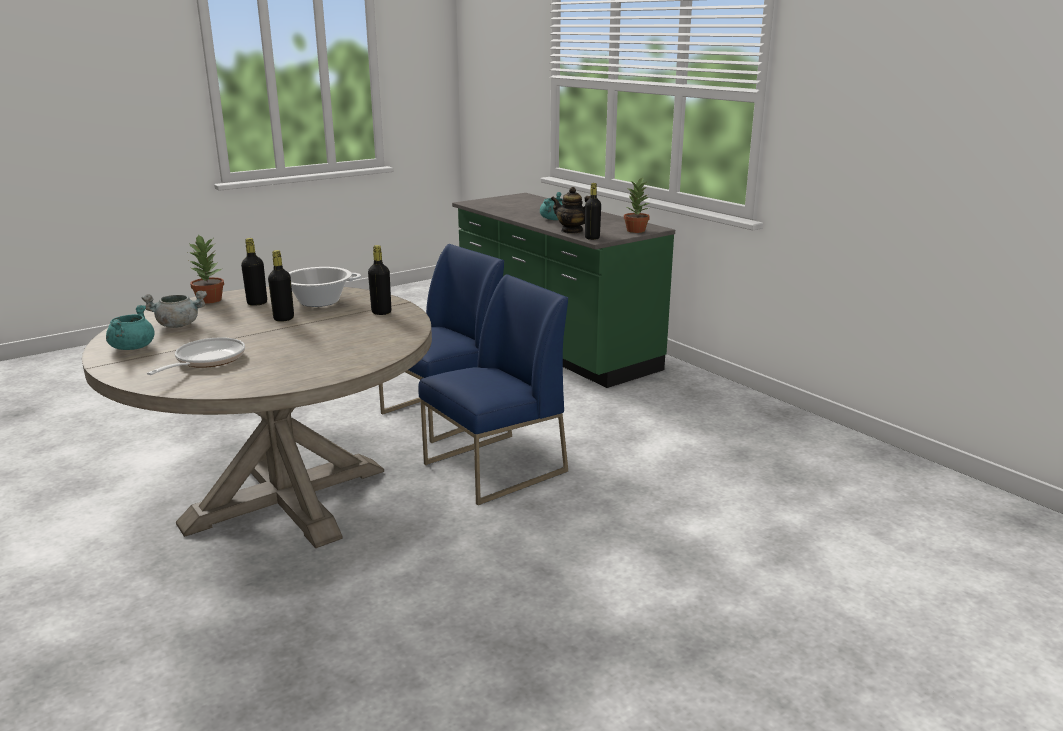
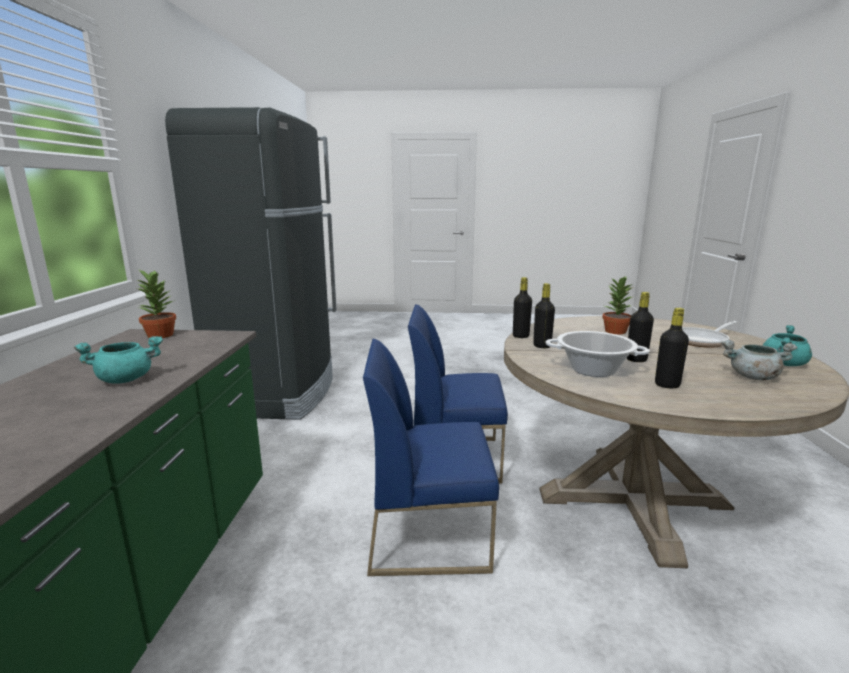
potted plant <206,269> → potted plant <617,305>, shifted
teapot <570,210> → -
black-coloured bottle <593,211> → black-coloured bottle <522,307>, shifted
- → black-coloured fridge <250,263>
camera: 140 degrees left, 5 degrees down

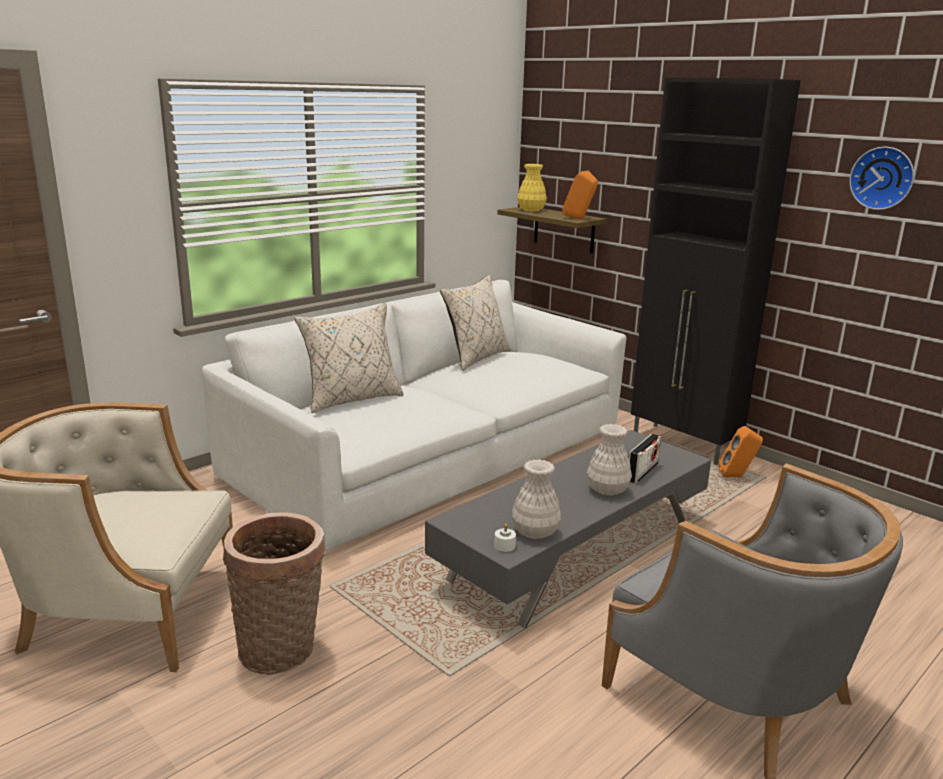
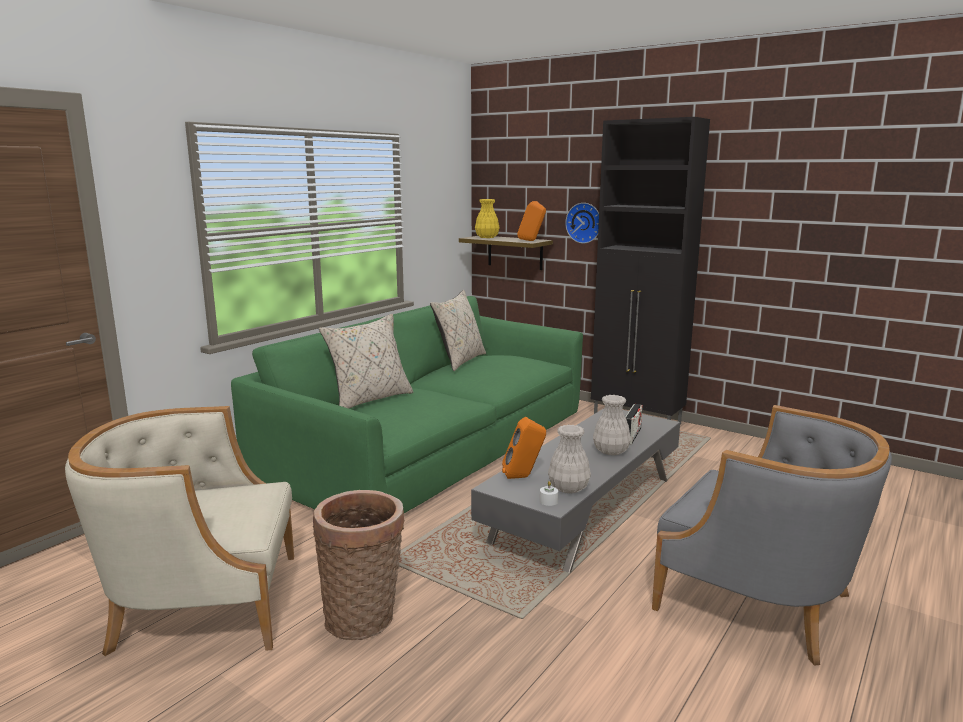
white couch <414,415> → green-coloured couch <407,404>
orange-coloured loudspeaker <741,451> → orange-coloured loudspeaker <524,448>, shifted
wall clock <881,178> → wall clock <582,223>, shifted
camera: 10 degrees left, 5 degrees down

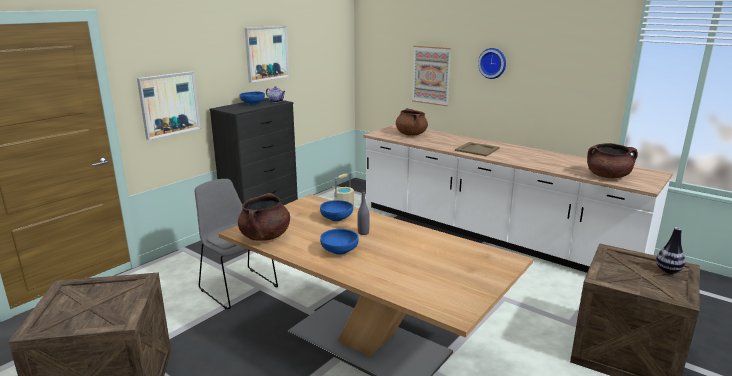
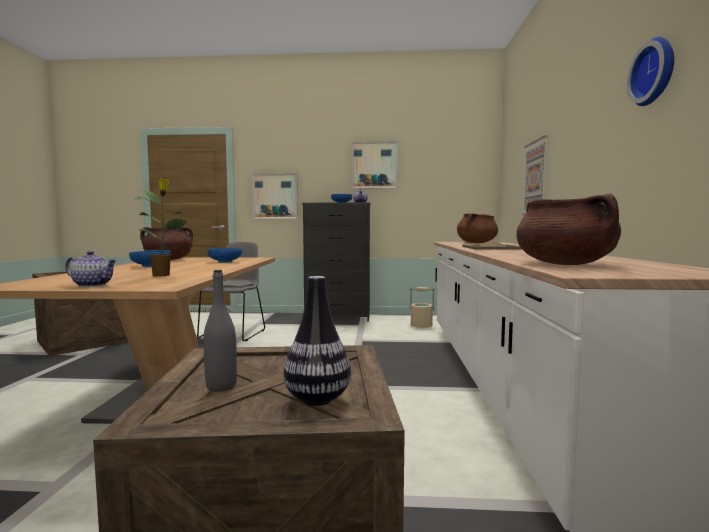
greyish bottle <363,212> → greyish bottle <220,331>, shifted
wall clock <492,63> → wall clock <650,71>, shifted
- → teapot <91,269>
- → potted plant <161,227>
camera: 55 degrees right, 15 degrees down

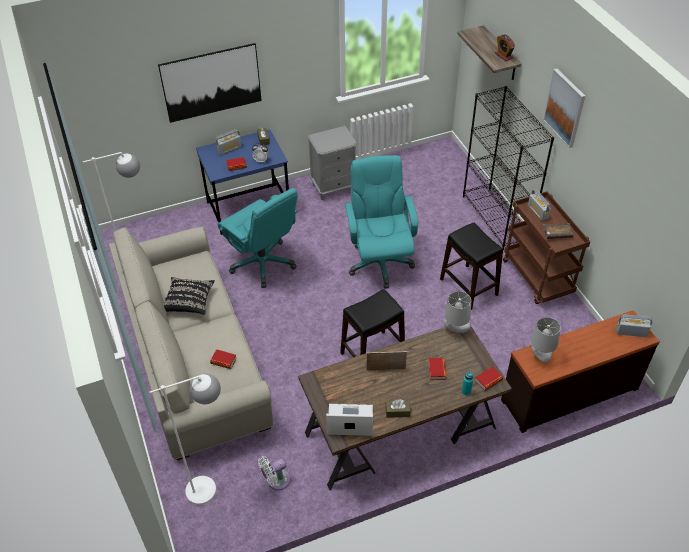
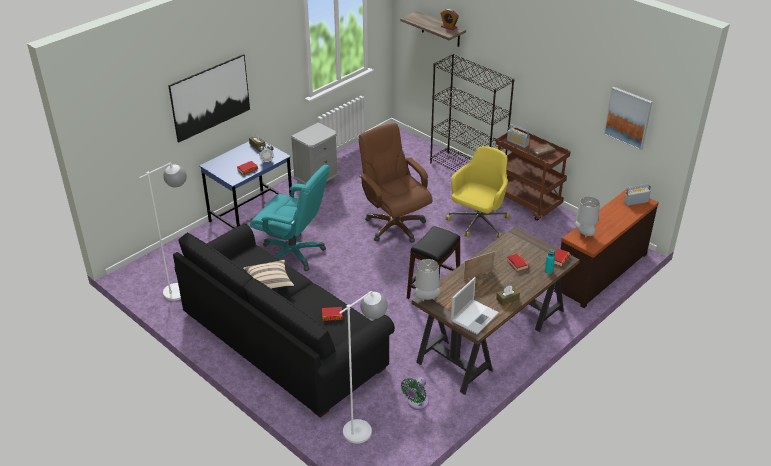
sand-coloured couch <191,343> → black-coloured couch <284,321>
black-coloured pillow <189,296> → sand-coloured pillow <268,275>
radio <228,142> → -
white fan <274,473> → green-coloured fan <415,393>
notebook computer <349,420> → notebook computer <475,305>, 150 degrees clockwise
turquoise computer chair <381,222> → brown computer chair <395,183>
black-coloured stool seat <471,266> → yellow-coloured computer chair <477,192>
greyish tabletop lamp <457,312> → greyish tabletop lamp <427,280>, shifted
picture <564,108> → picture <628,118>, shifted
camera: 25 degrees left, 10 degrees down

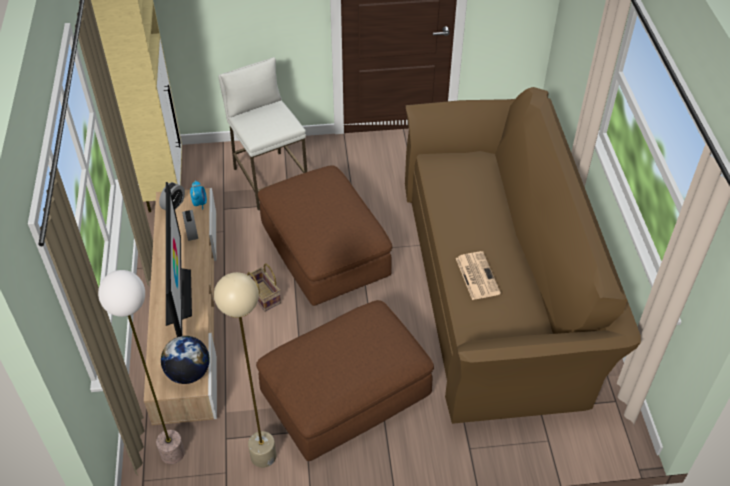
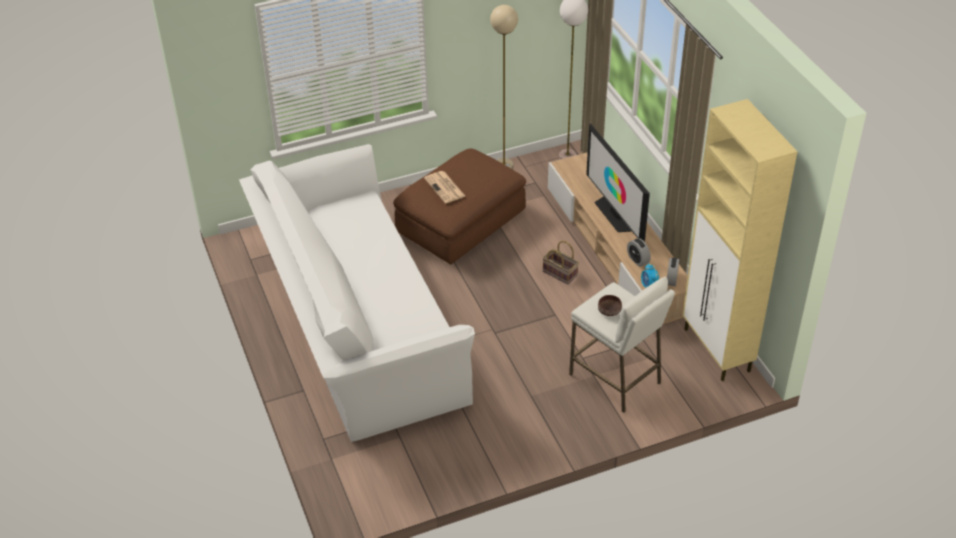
desk globe <185,360> → -
brown footrest <325,235> → -
brown couch <523,255> → white couch <357,293>
newspaper <478,275> → newspaper <445,187>, shifted
- → brown deep dish <610,305>
camera: 165 degrees right, 5 degrees down

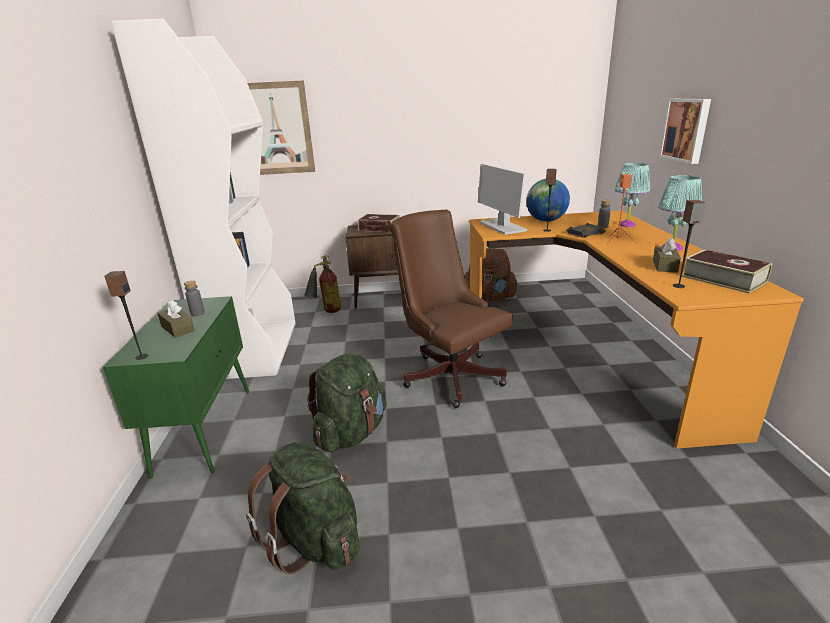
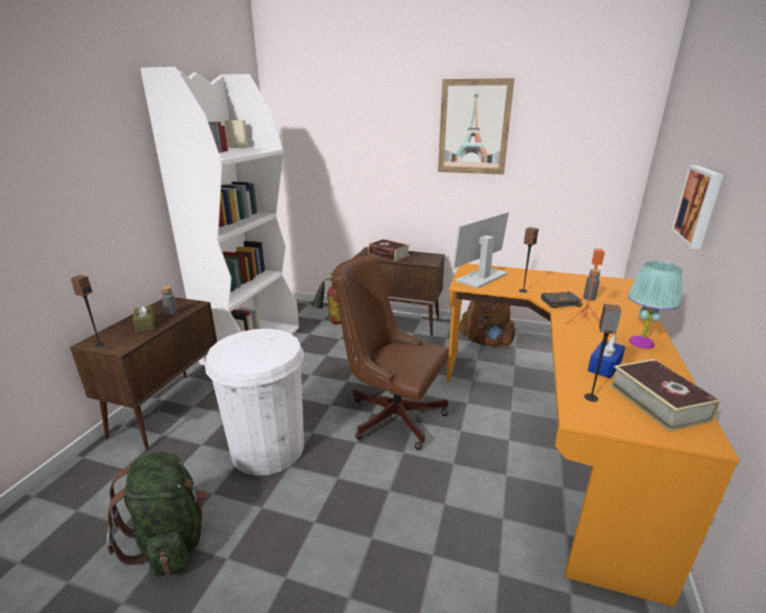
green-coloured cupboard <176,387> → brown cupboard <143,373>
picture <281,127> → picture <476,126>, shifted
green-coloured backpack <347,403> → white waste bin <254,402>
brown computer chair <451,309> → brown computer chair <390,352>, 45 degrees counterclockwise
monitor <502,199> → monitor <480,250>, 45 degrees clockwise
desk globe <548,200> → -
turquoise tabletop lamp <632,195> → -
brown tissue box <667,255> → bluish tissue box <606,357>
camera: 20 degrees right, 0 degrees up

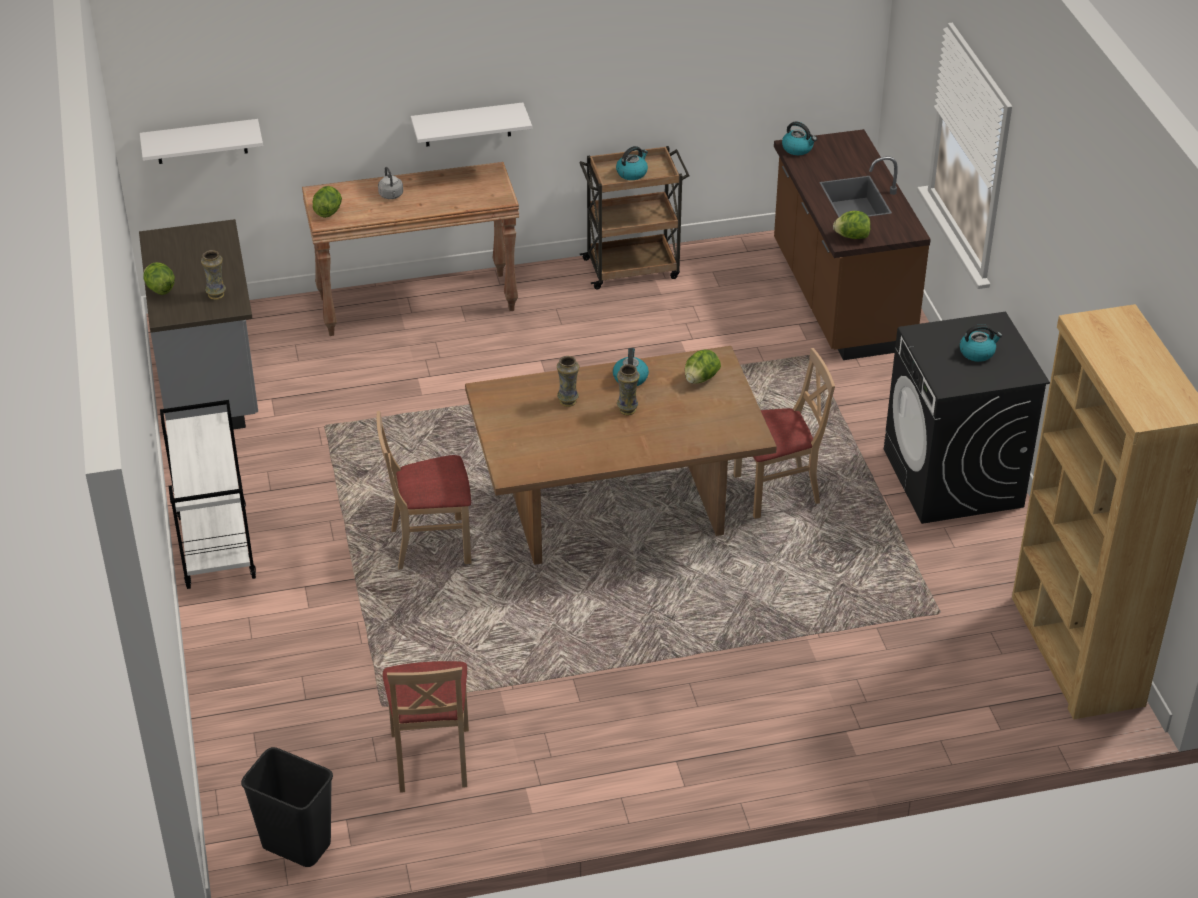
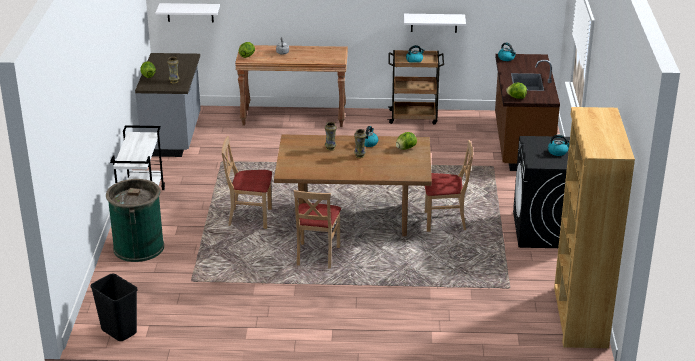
sand-coloured upright chair <426,727> → sand-coloured upright chair <317,229>, shifted
white wall shelf <471,125> → white wall shelf <435,23>, shifted
- → green-coloured waste bin <135,220>
camera: 15 degrees right, 10 degrees down

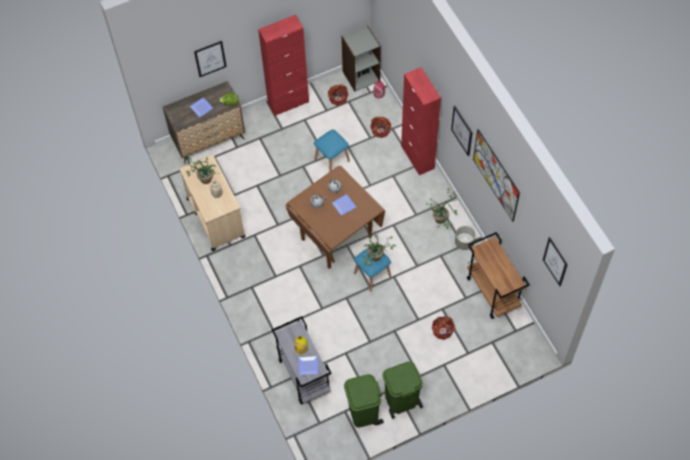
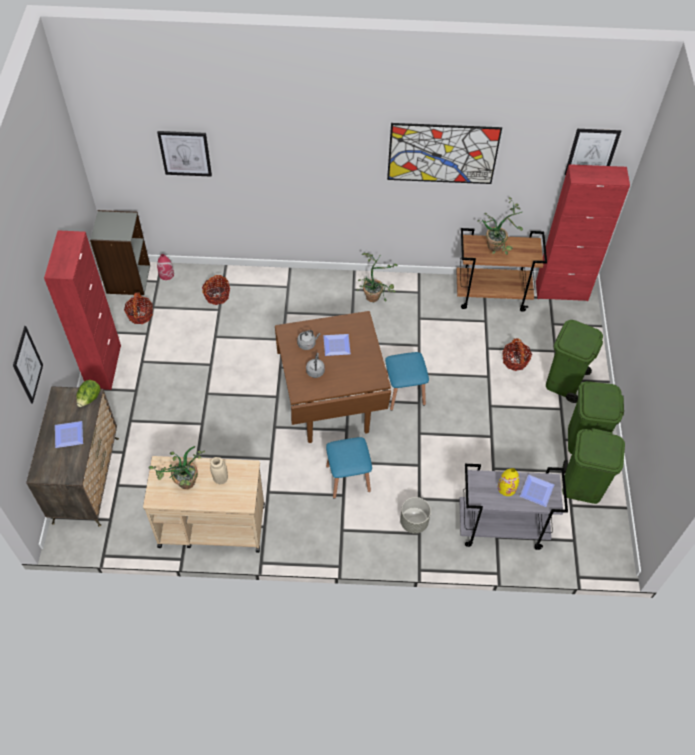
bluish stool seat <332,150> → bluish stool seat <349,468>, shifted
potted plant <379,248> → potted plant <500,226>, shifted
reddish cupboard <421,121> → reddish cupboard <583,232>, shifted
picture <462,131> → picture <184,154>, shifted
greyish planter <465,238> → greyish planter <415,515>, shifted
- → green-coloured waste bin <574,361>
camera: 65 degrees left, 5 degrees down

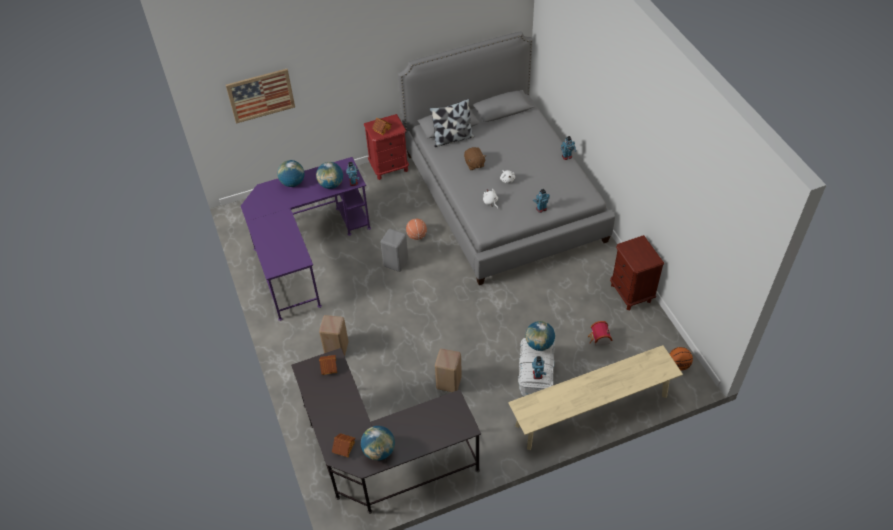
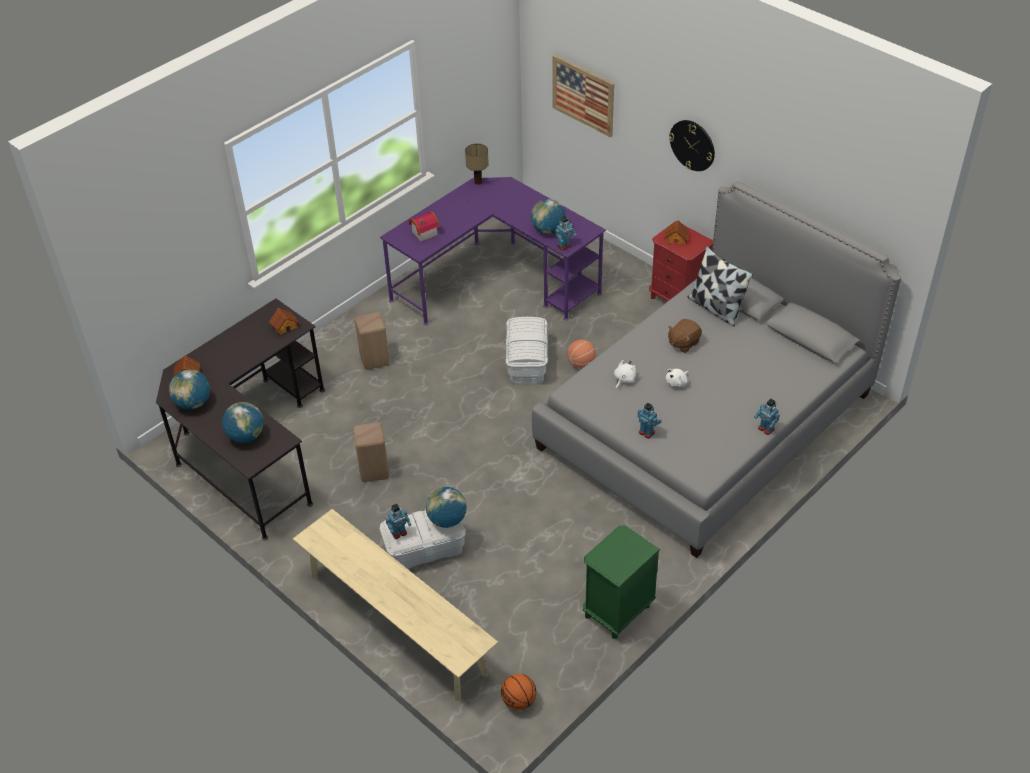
desk globe <291,173> → desk globe <243,422>, shifted
greyish stool seat <394,250> → white storage box <527,351>
toy house <600,333> → toy house <424,226>, shifted
brown nightstand <637,273> → green-coloured nightstand <621,582>
- → tabletop lamp <477,164>
- → wall clock <692,145>
camera: 65 degrees right, 5 degrees down

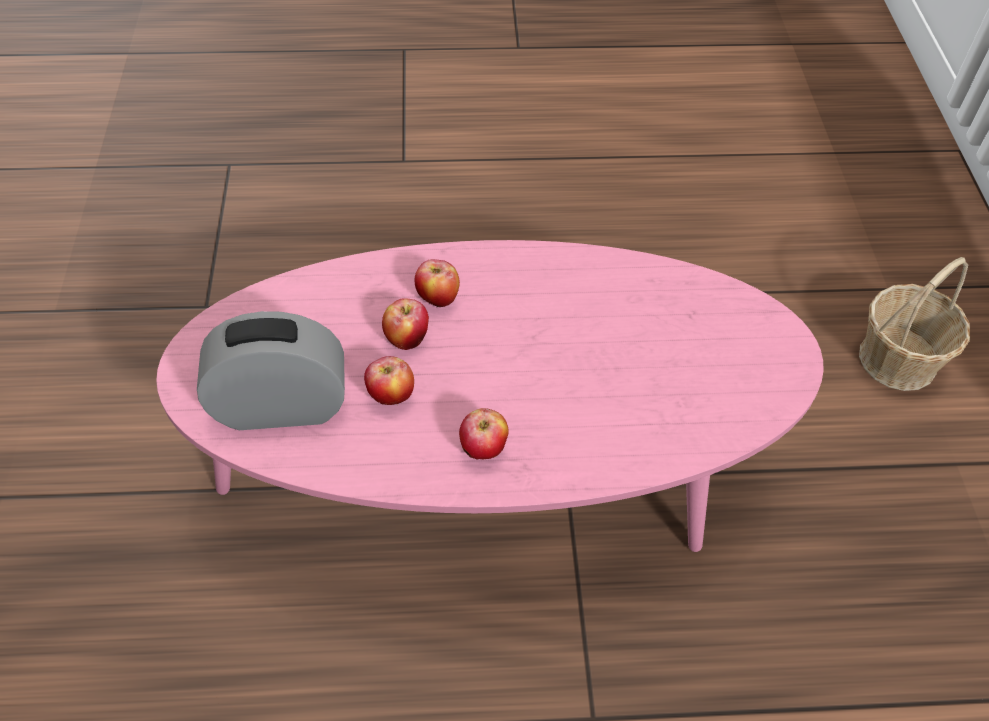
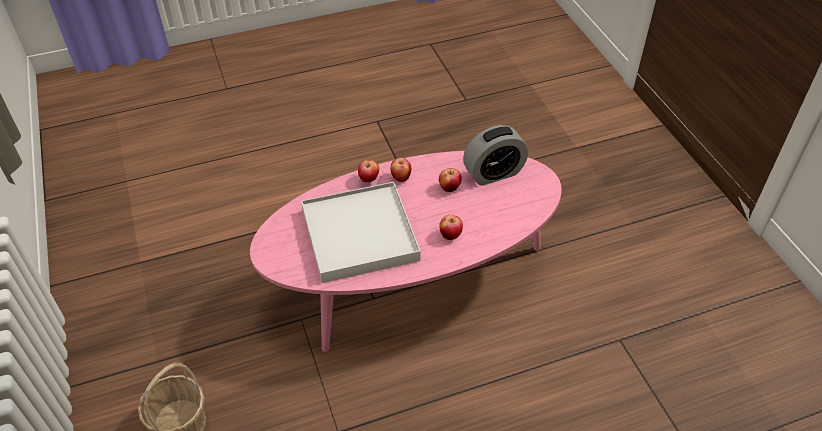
apple <405,324> → apple <368,171>, shifted
- → white tray <361,232>
camera: 165 degrees right, 5 degrees down

